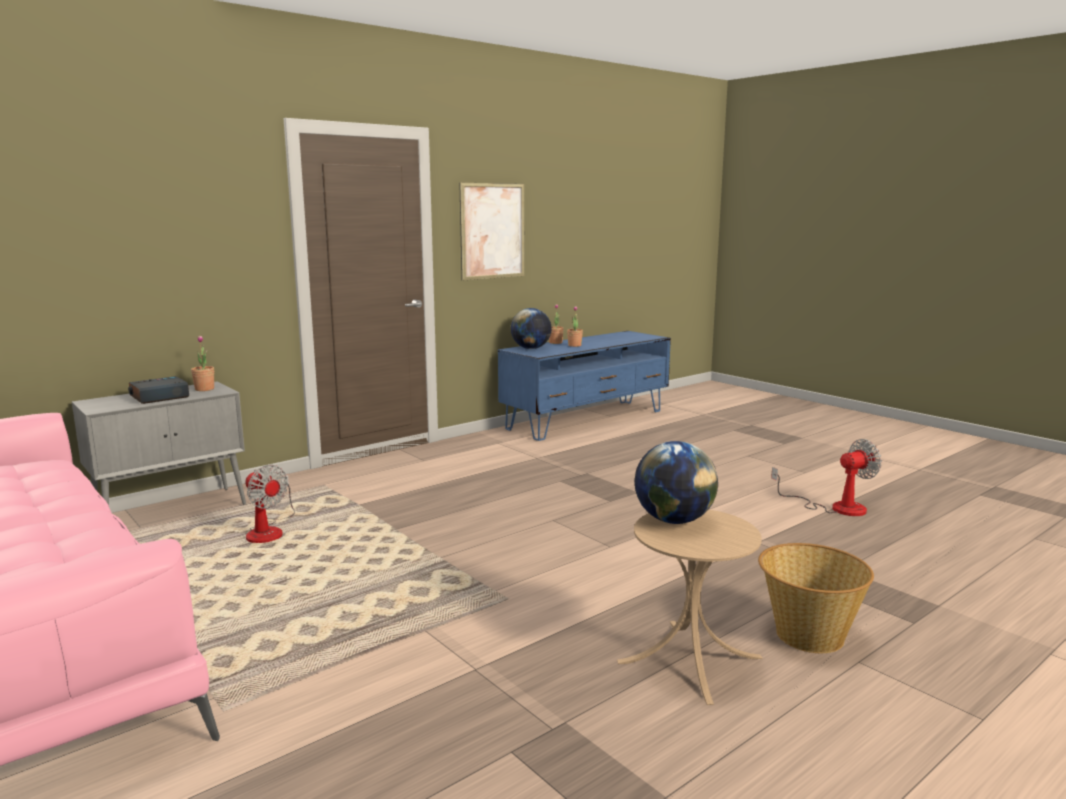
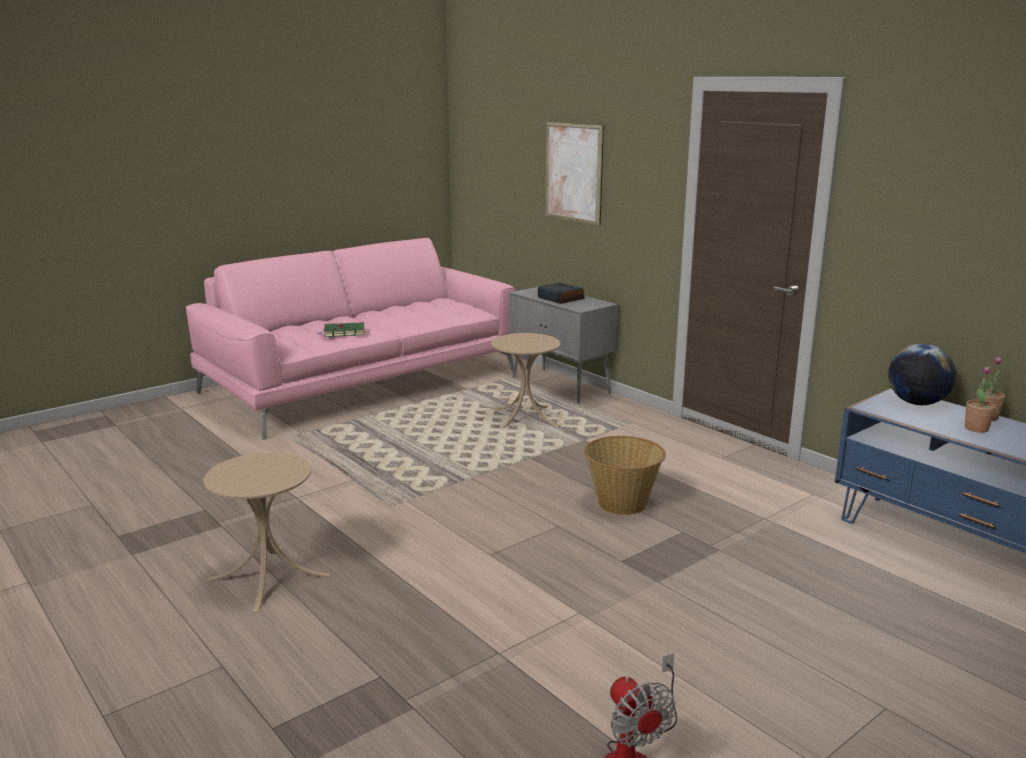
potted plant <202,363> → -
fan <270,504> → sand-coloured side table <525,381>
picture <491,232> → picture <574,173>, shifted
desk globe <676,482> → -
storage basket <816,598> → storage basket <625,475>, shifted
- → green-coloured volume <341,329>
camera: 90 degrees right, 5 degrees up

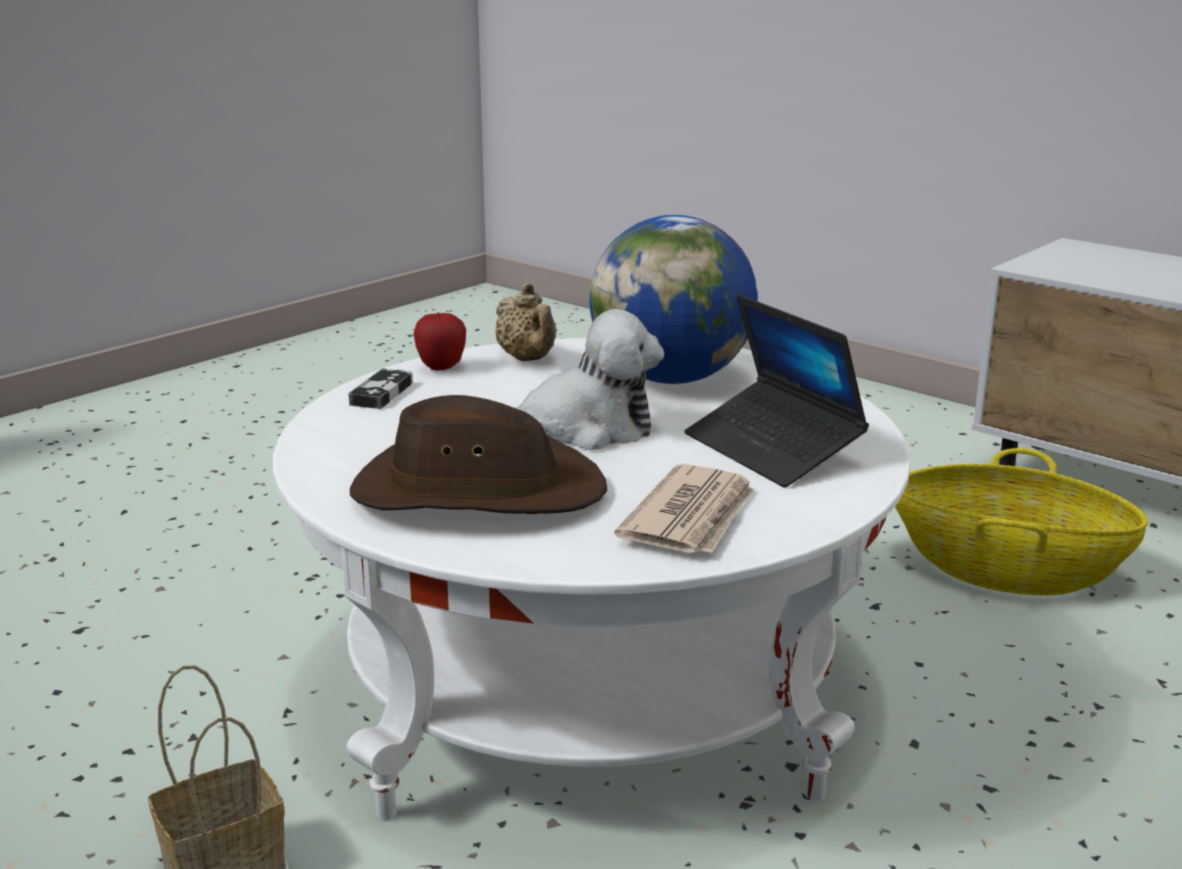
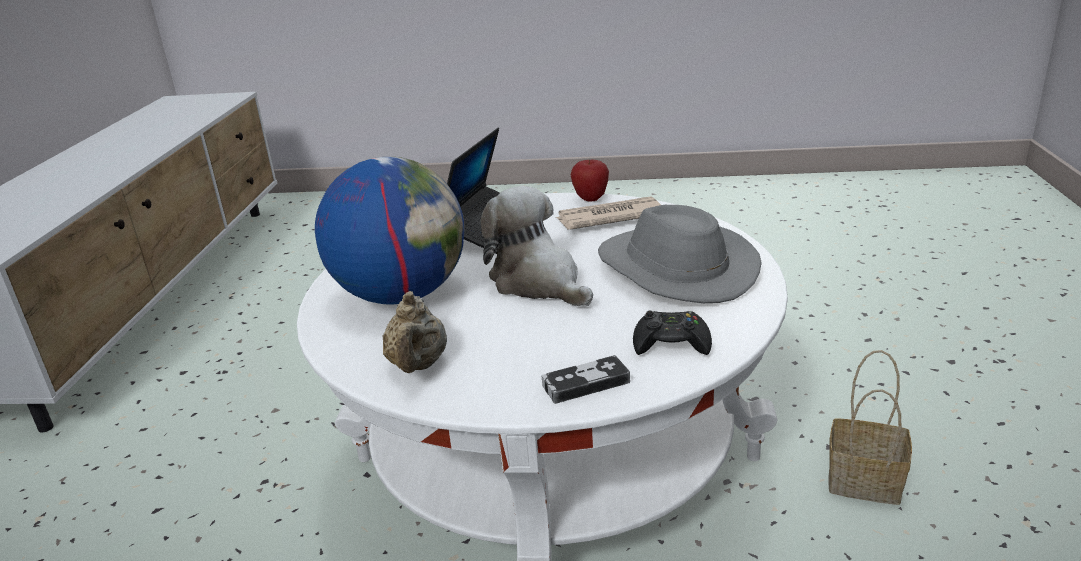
brown wearable hat <479,454> → greyish wearable hat <680,254>
apple <440,341> → apple <590,180>, shifted
sand-coloured teapot <525,322> → sand-coloured teapot <415,332>, 150 degrees clockwise
storage basket <1021,521> → -
- → black-coloured gamepad <672,332>
camera: 125 degrees left, 5 degrees up

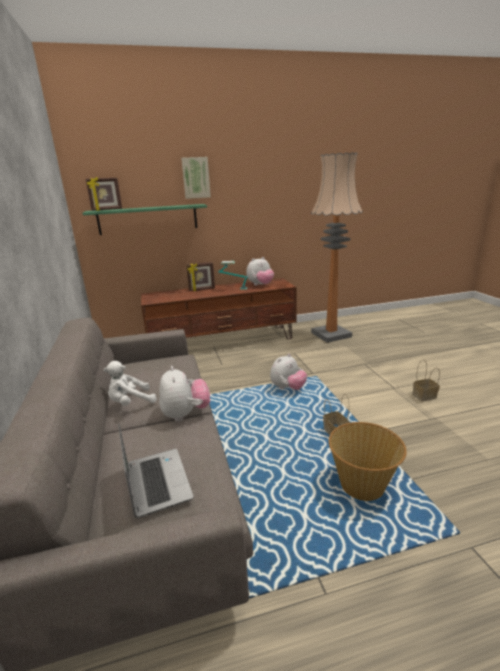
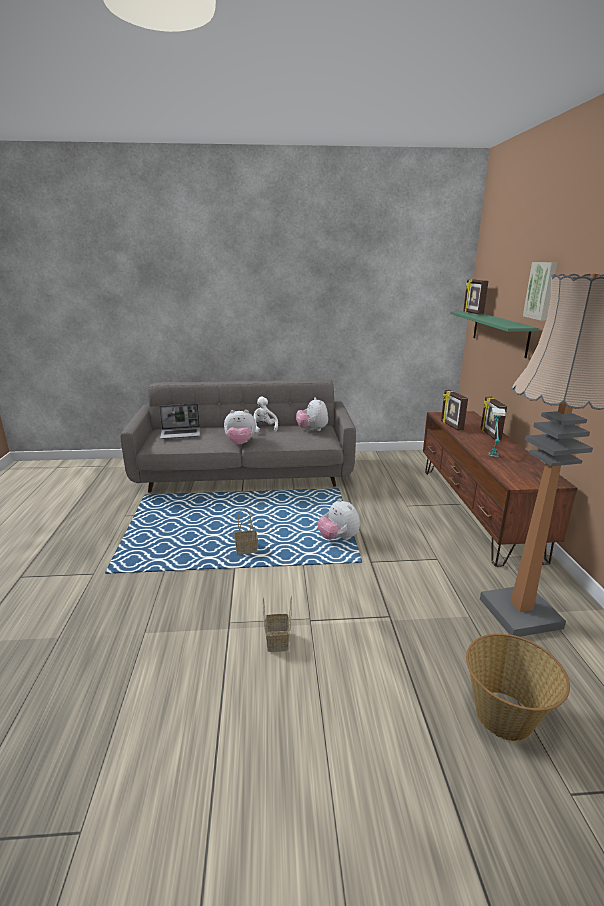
soft toy <260,271> → soft toy <312,414>, shifted
storage basket <368,461> → storage basket <518,687>, shifted
- → photo frame <454,410>
camera: 100 degrees right, 0 degrees up

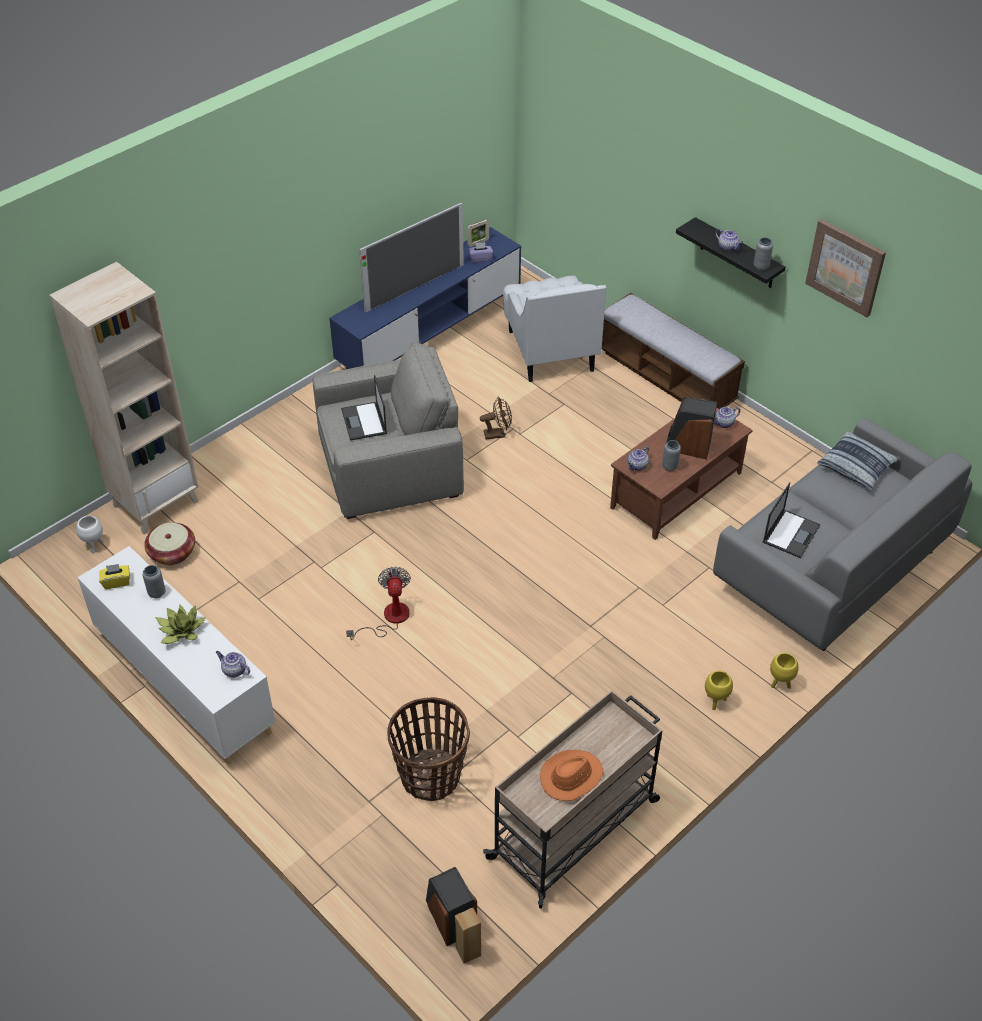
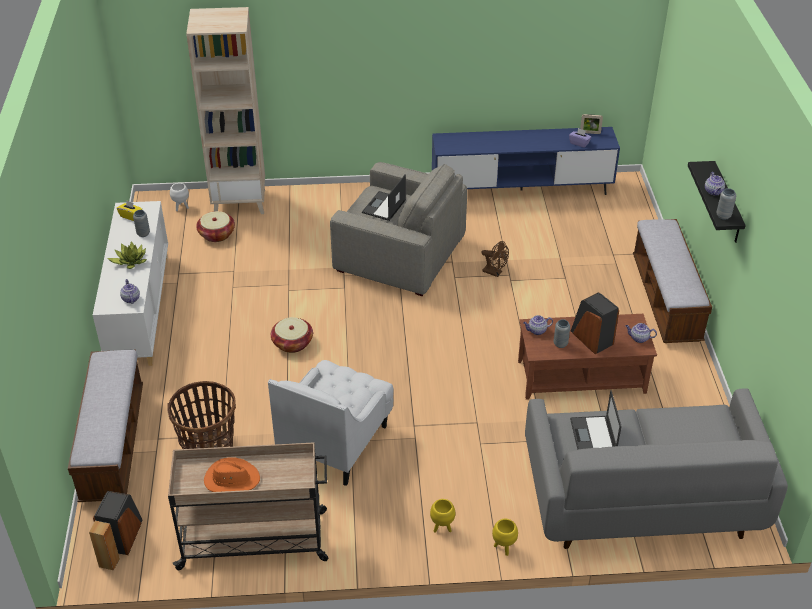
fan <378,603> → storage basket <292,335>
TV set <411,257> → -
white armchair <554,328> → white armchair <331,423>, shifted
notebook computer <791,520> → notebook computer <596,420>, 105 degrees clockwise
picture <845,268> → -
pillow <858,461> → -
- → bench <105,426>
camera: 40 degrees right, 5 degrees down

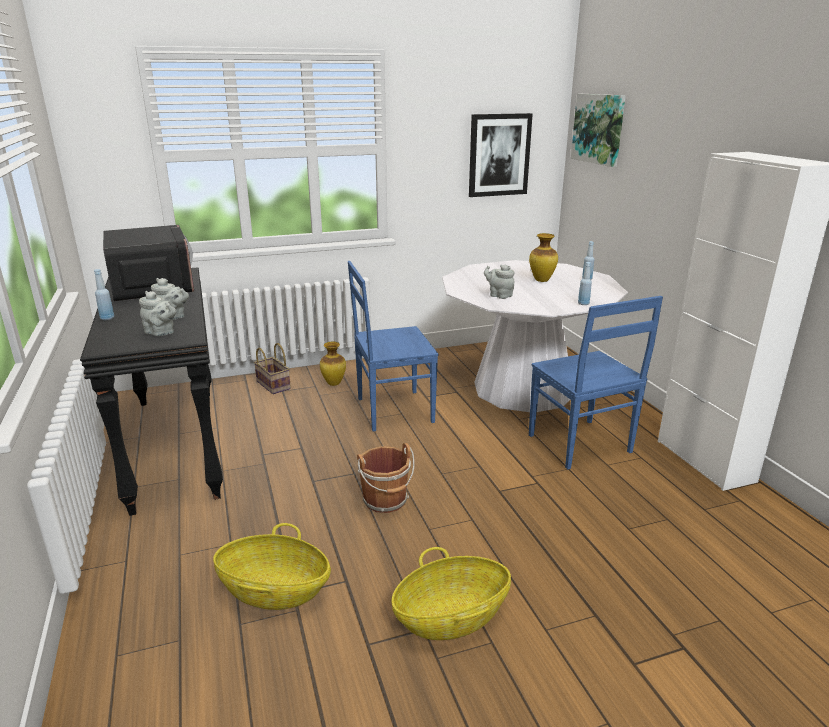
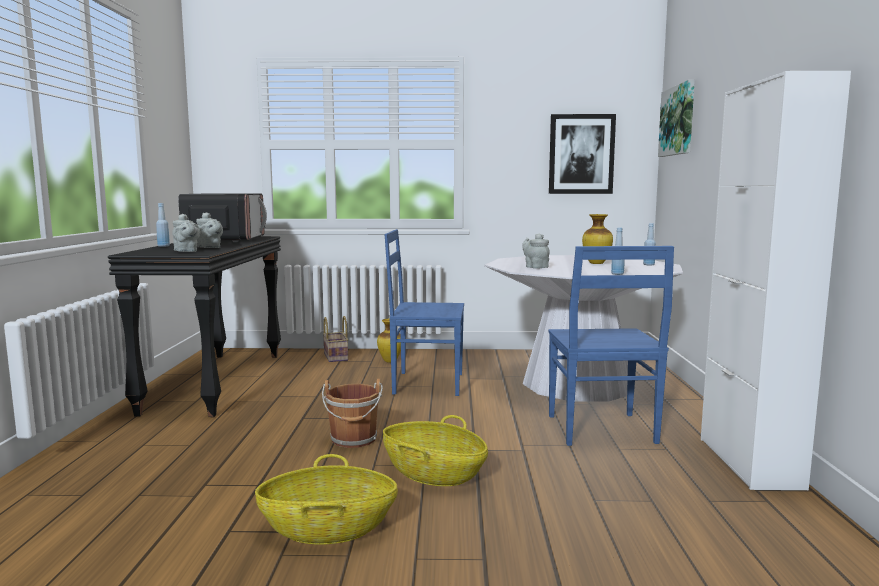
storage basket <272,566> → storage basket <435,450>, shifted
camera: 20 degrees right, 15 degrees down

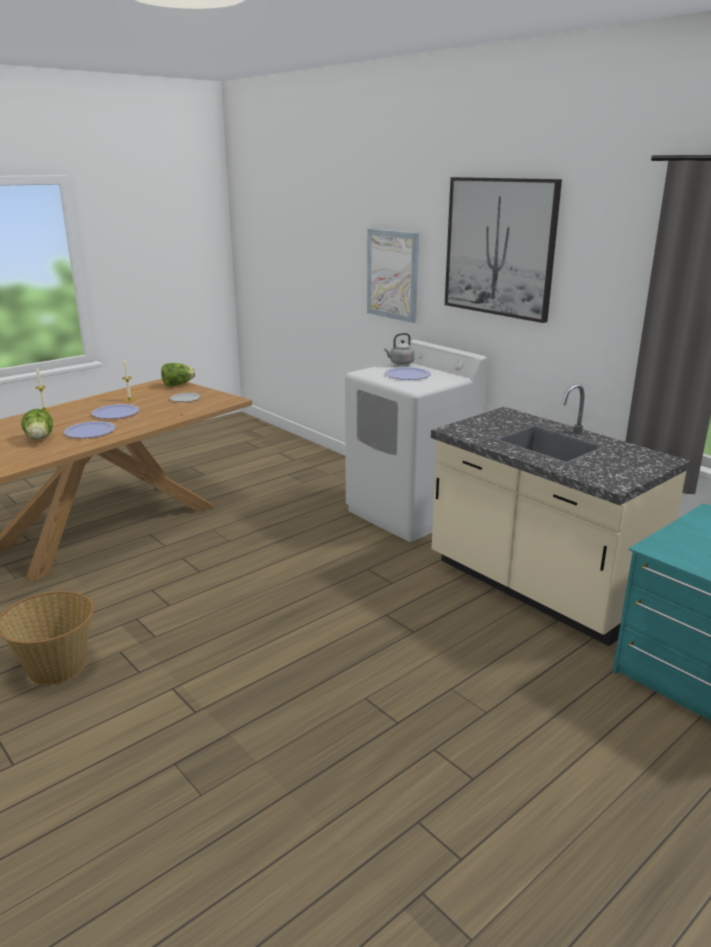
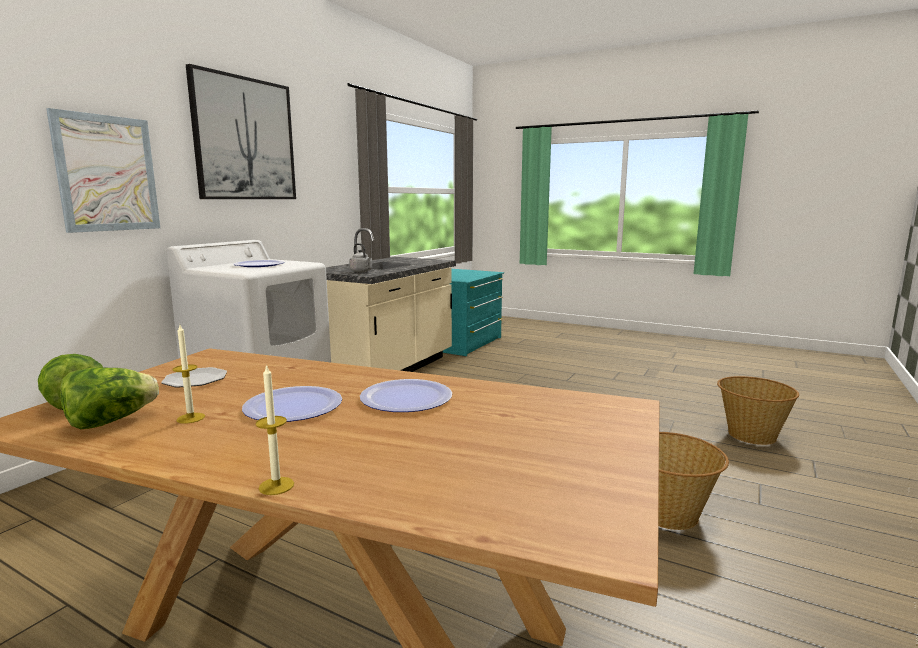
lettuce <37,424> → lettuce <109,398>, shifted
greyish water kettle <399,349> → greyish water kettle <360,257>, shifted
- → storage basket <758,410>
camera: 110 degrees left, 10 degrees down

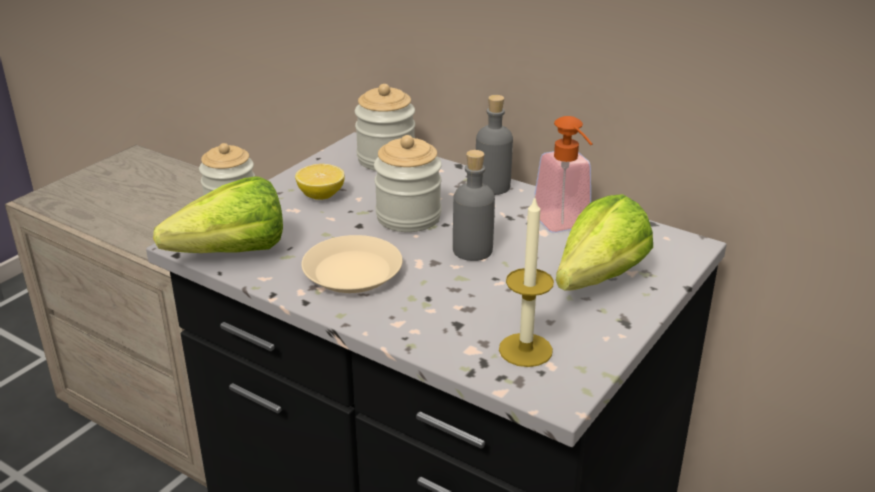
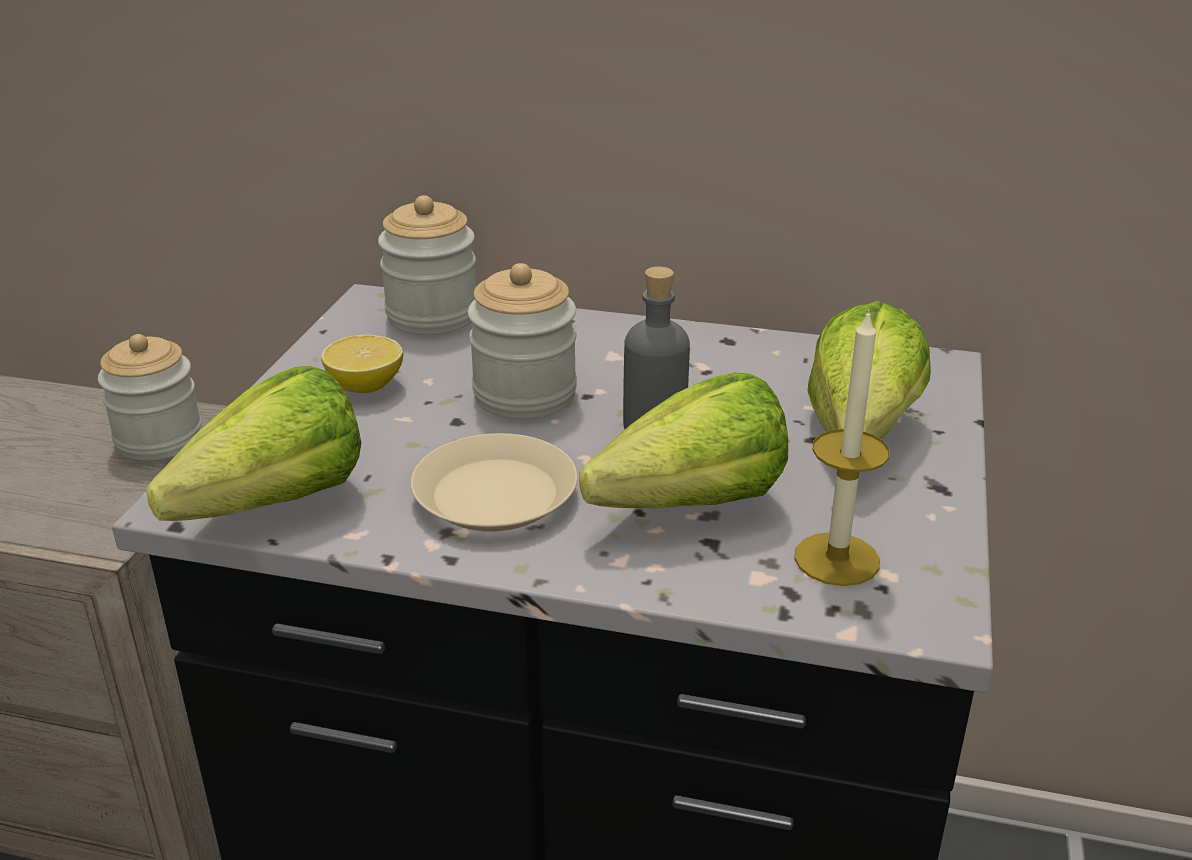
greyish bottle <494,145> → -
soap dispenser <563,174> → -
- → lettuce <683,441>
camera: 20 degrees left, 0 degrees up

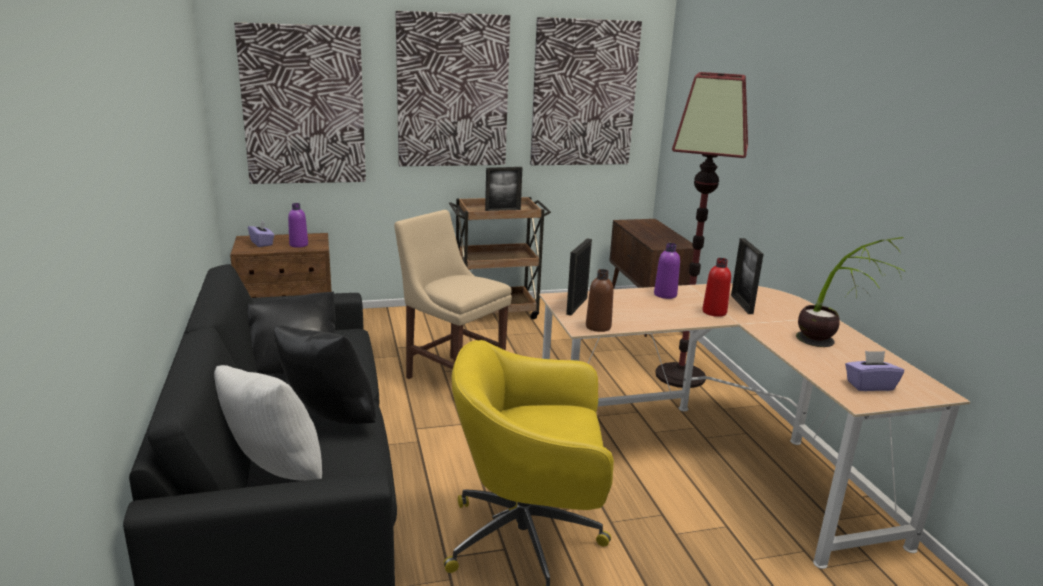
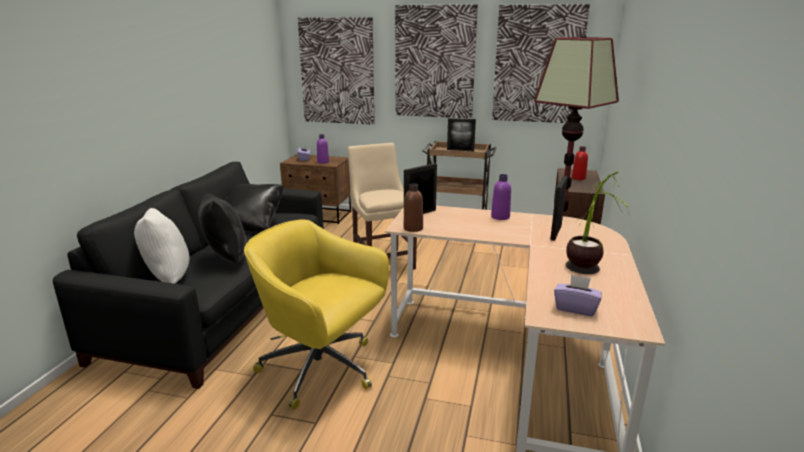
reddish bottle <716,287> → reddish bottle <580,163>, shifted
camera: 30 degrees right, 0 degrees up

